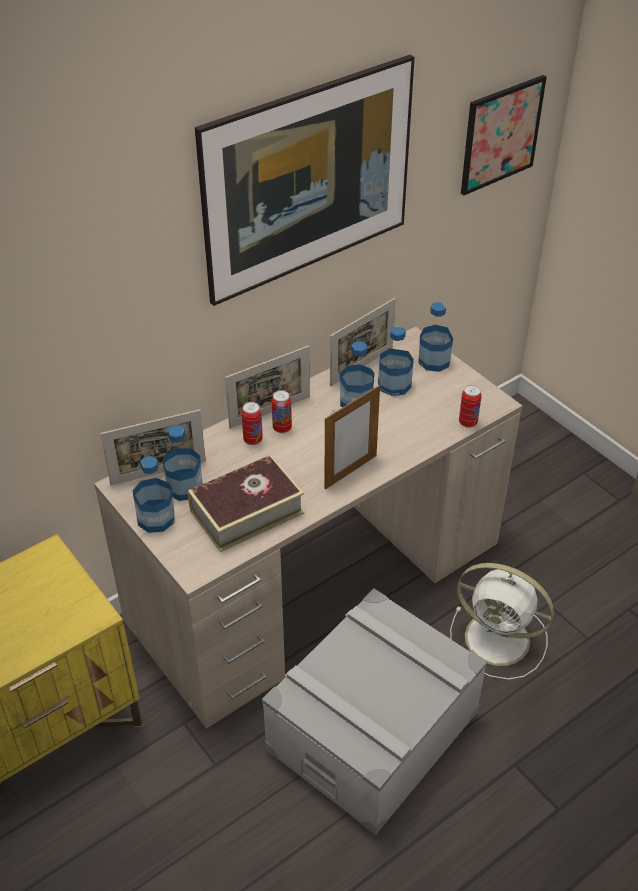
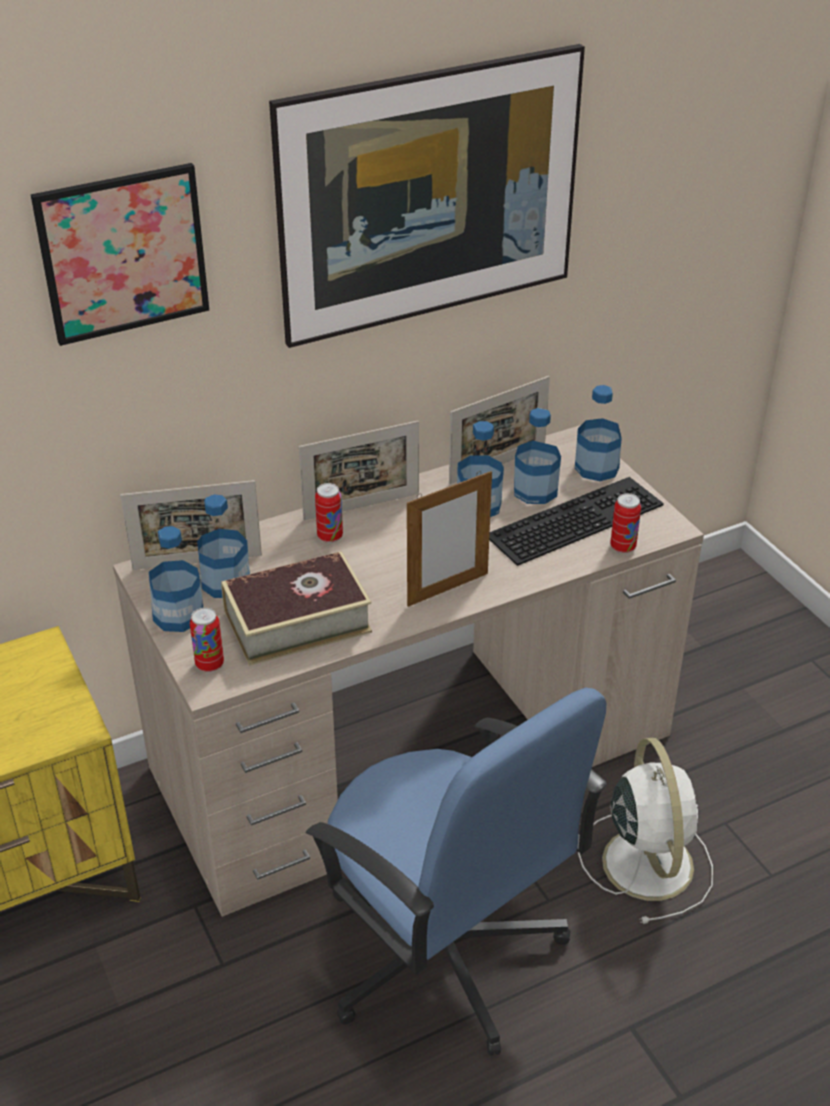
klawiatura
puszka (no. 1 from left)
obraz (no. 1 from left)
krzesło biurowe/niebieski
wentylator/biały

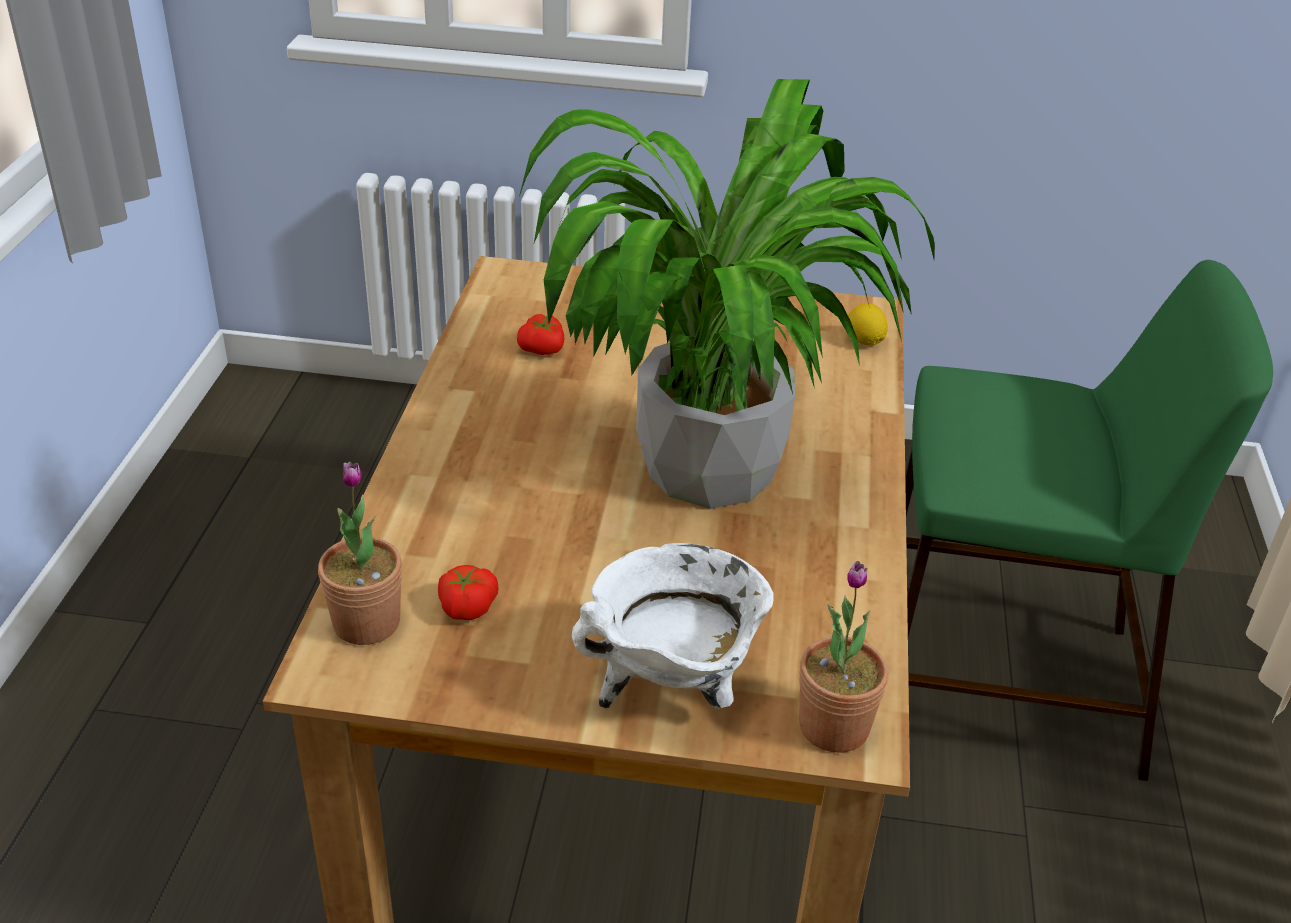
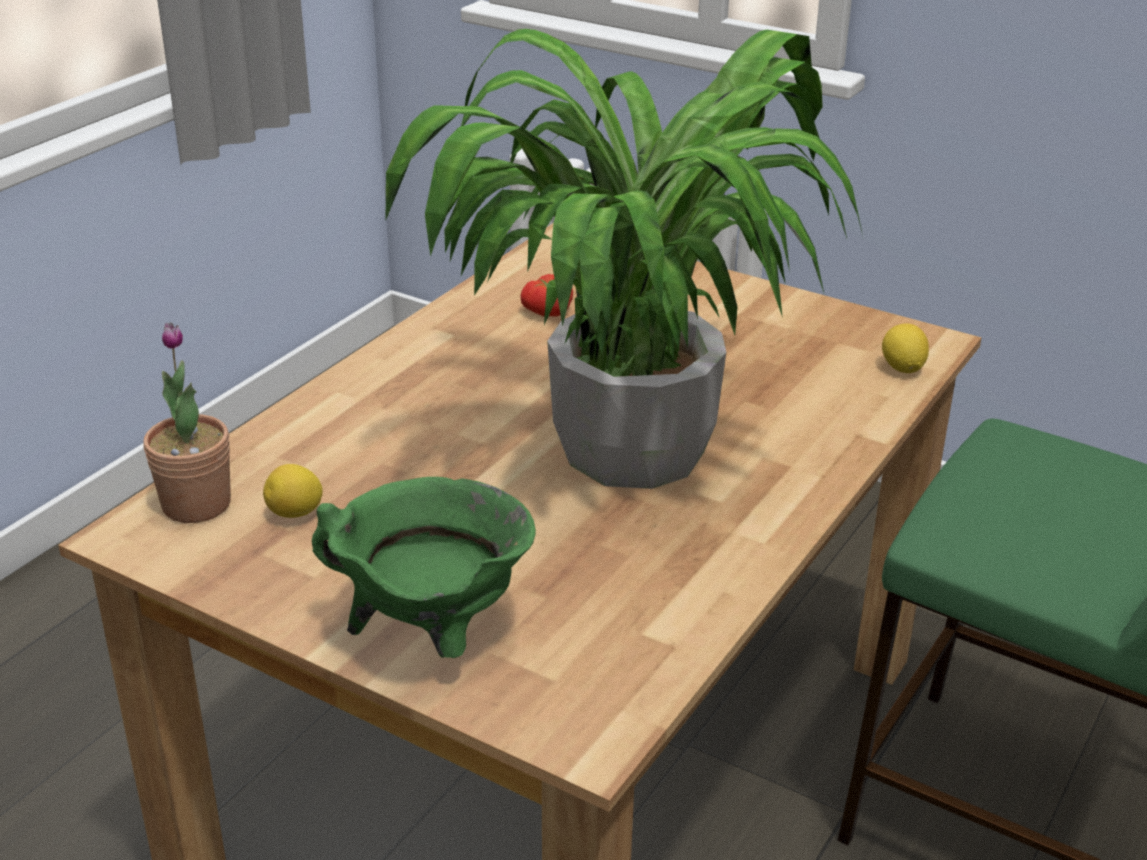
roślina doniczkowa (no. 3 from left in the first image)
cytryna (no. 1 from left)
garnek/zielony

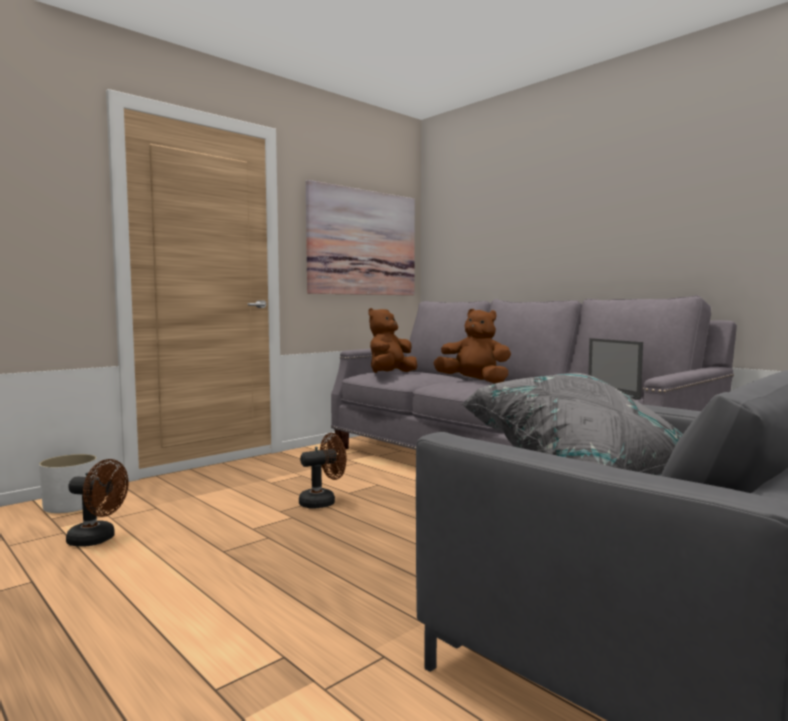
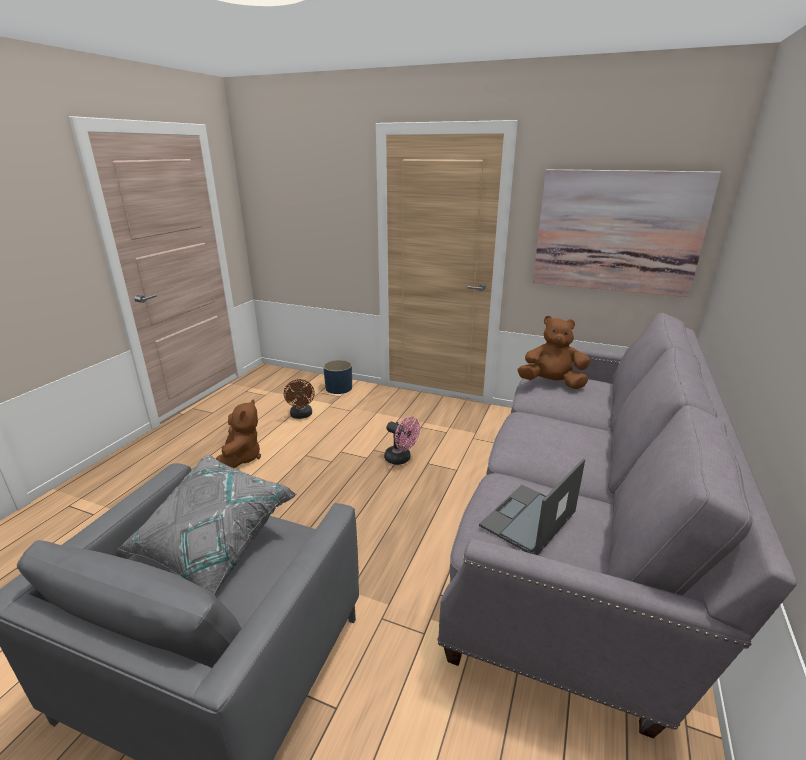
pluszak/brązowy (no. 1 from left)
donica/niebieski
wentylator/różowy

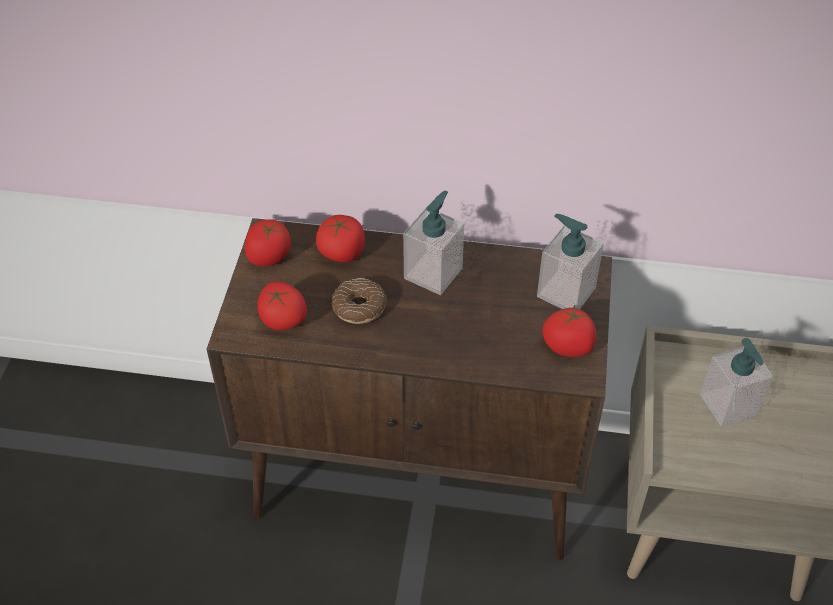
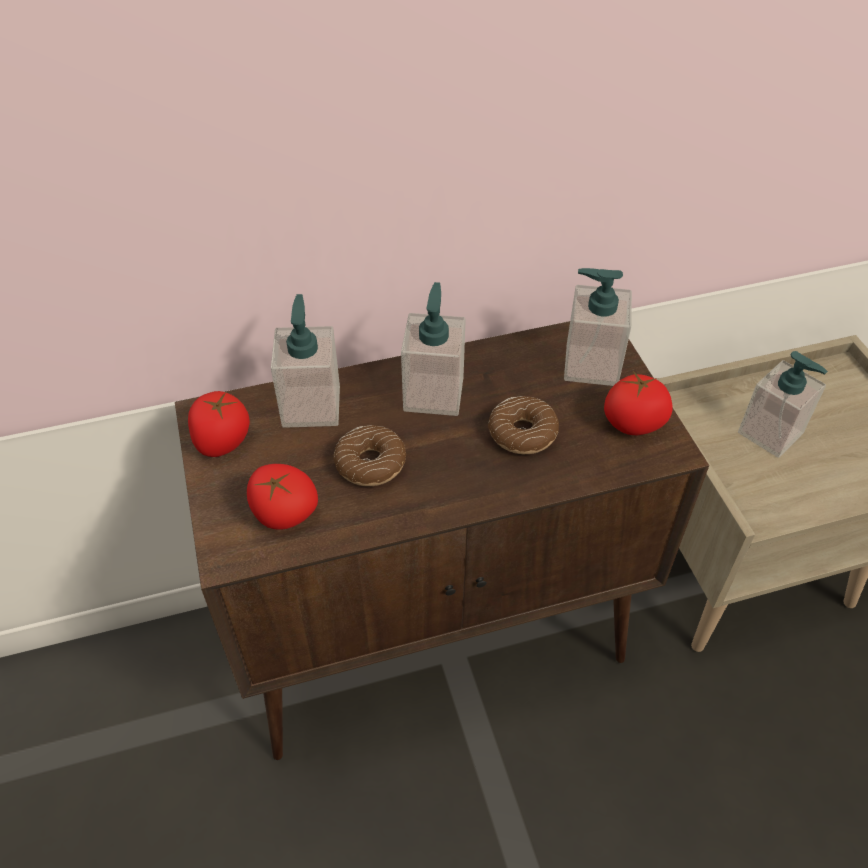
donut (no. 2 from left)
dozownik mydła (no. 1 from left)

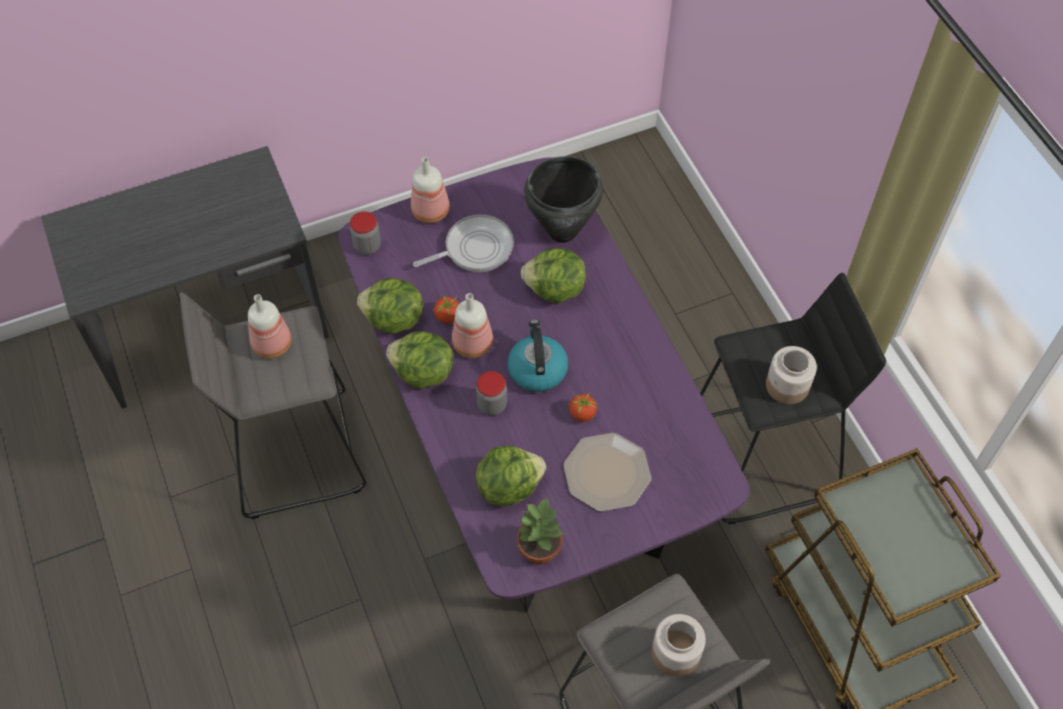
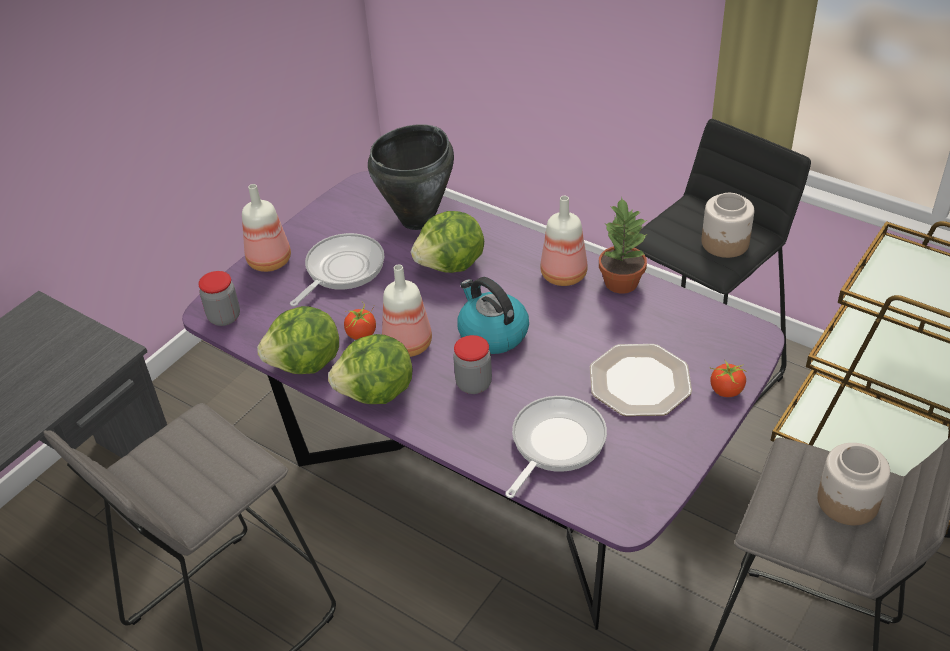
butelka (no. 3 from left)
roślina doniczkowa
pomidor (no. 2 from left)
patelnia (no. 2 from left)

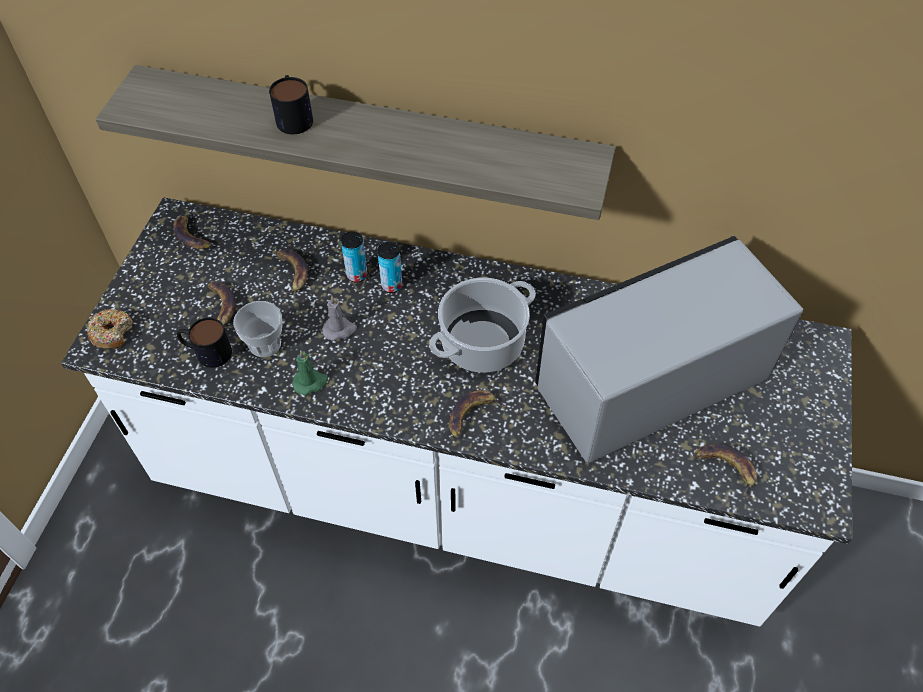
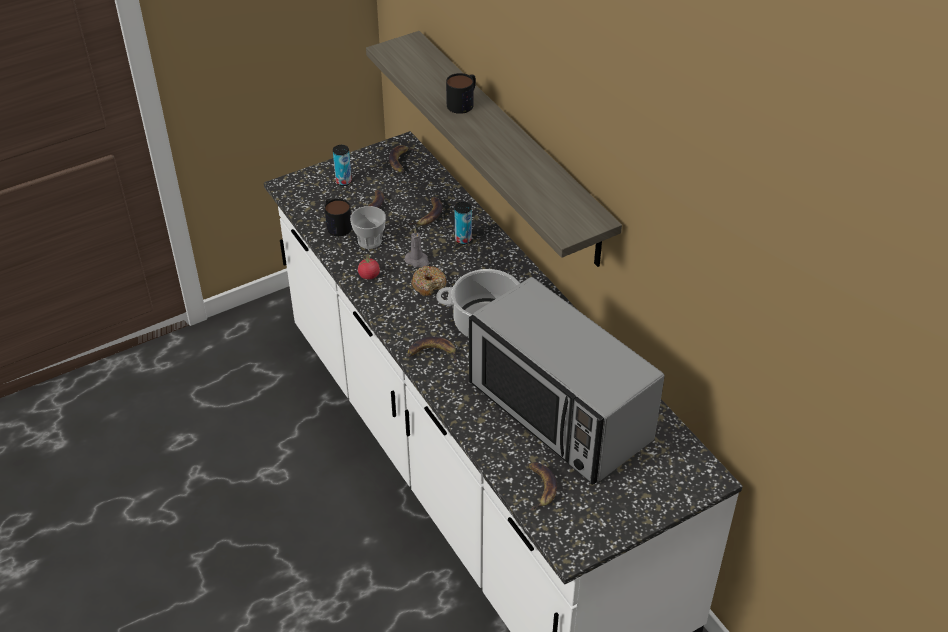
donut
puszka (no. 1 from left)
pomidor
mikrofalówka

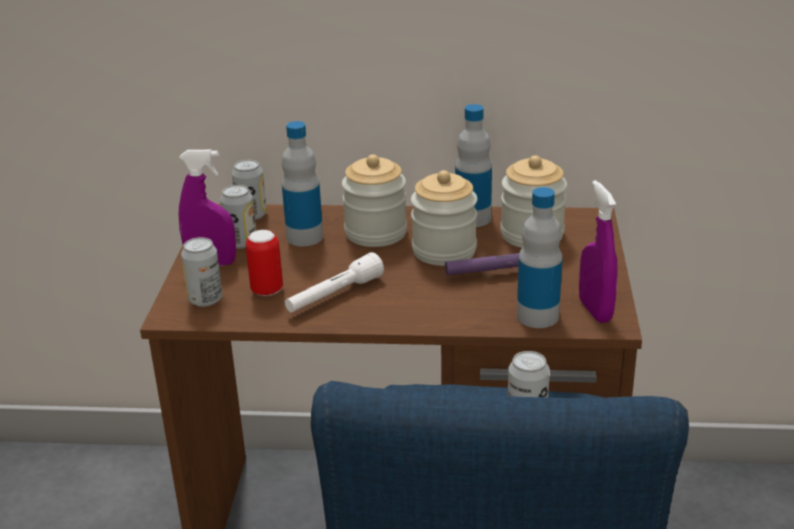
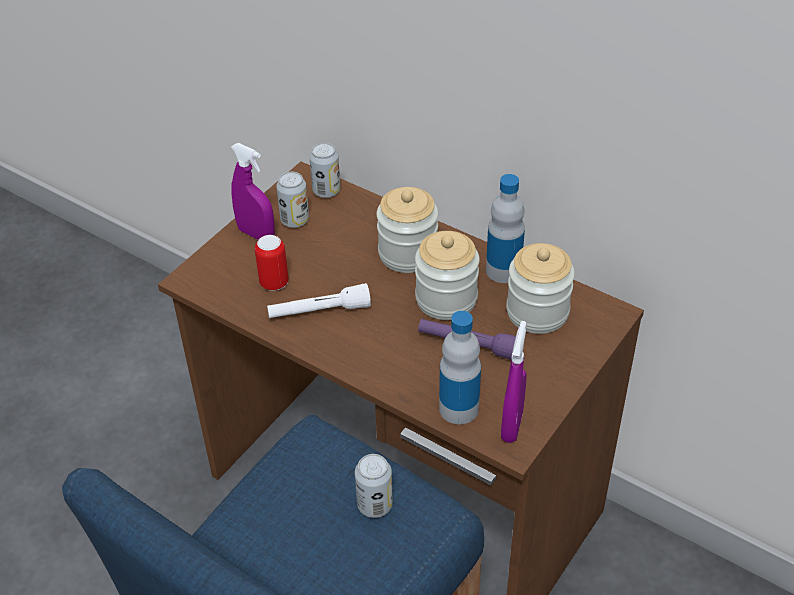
puszka (no. 1 from left in the first image)
butelka (no. 1 from left in the first image)

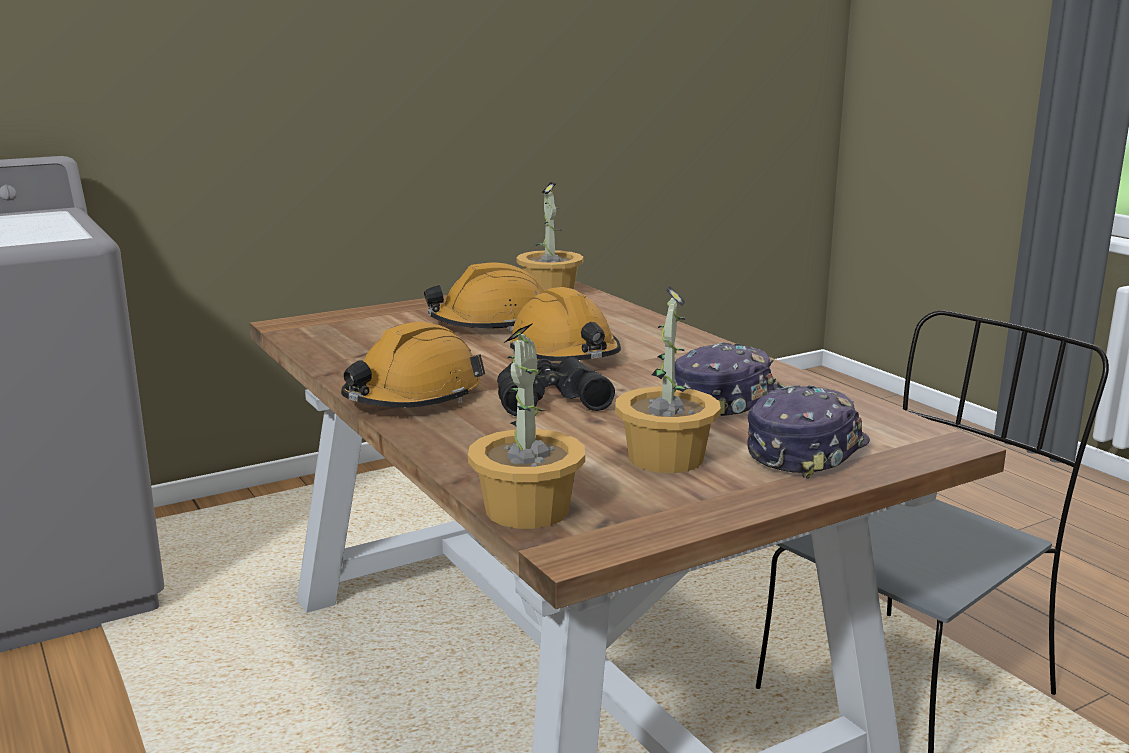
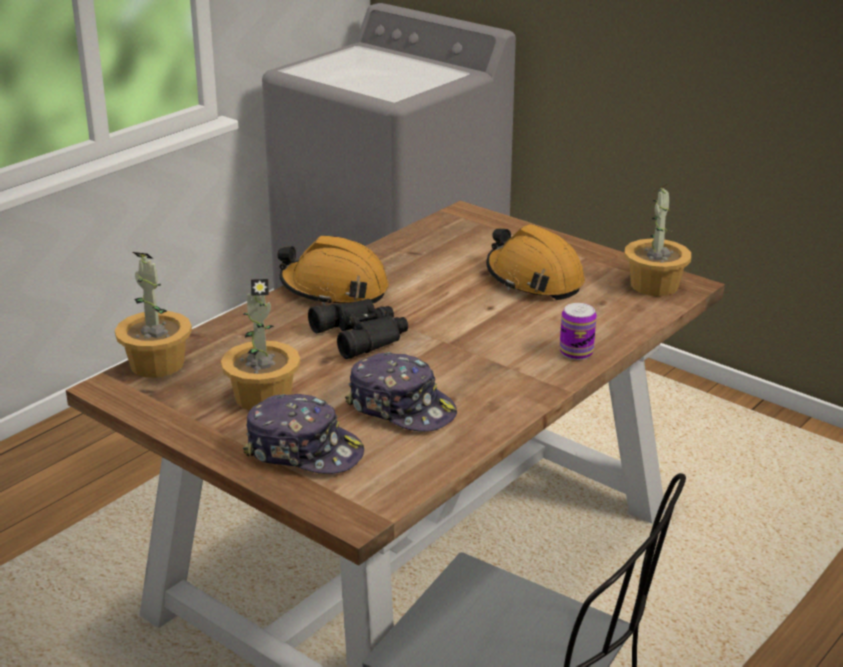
kask/pomarańczowy (no. 3 from left in the first image)
puszka

